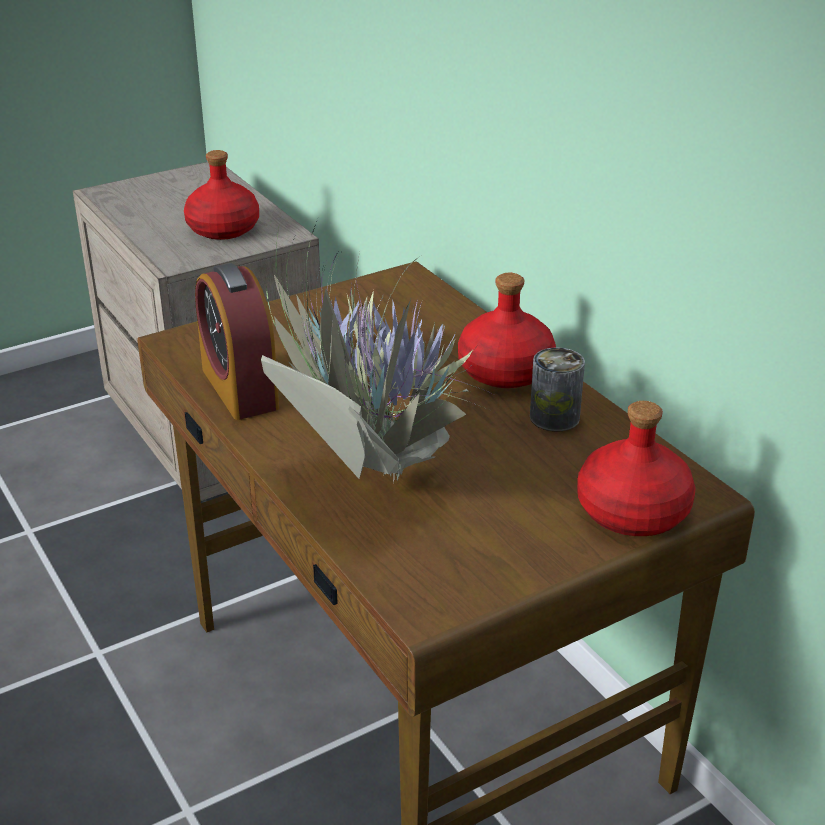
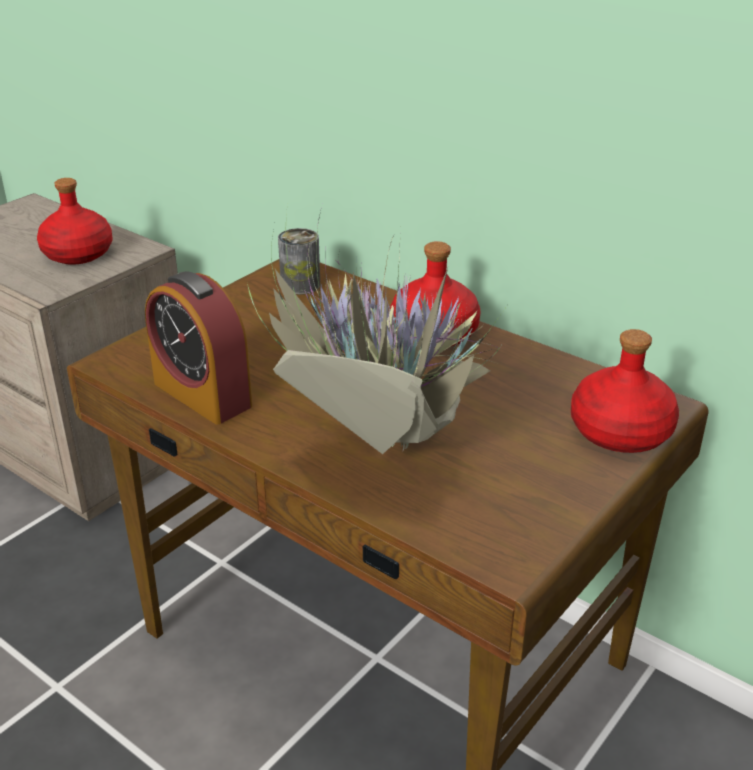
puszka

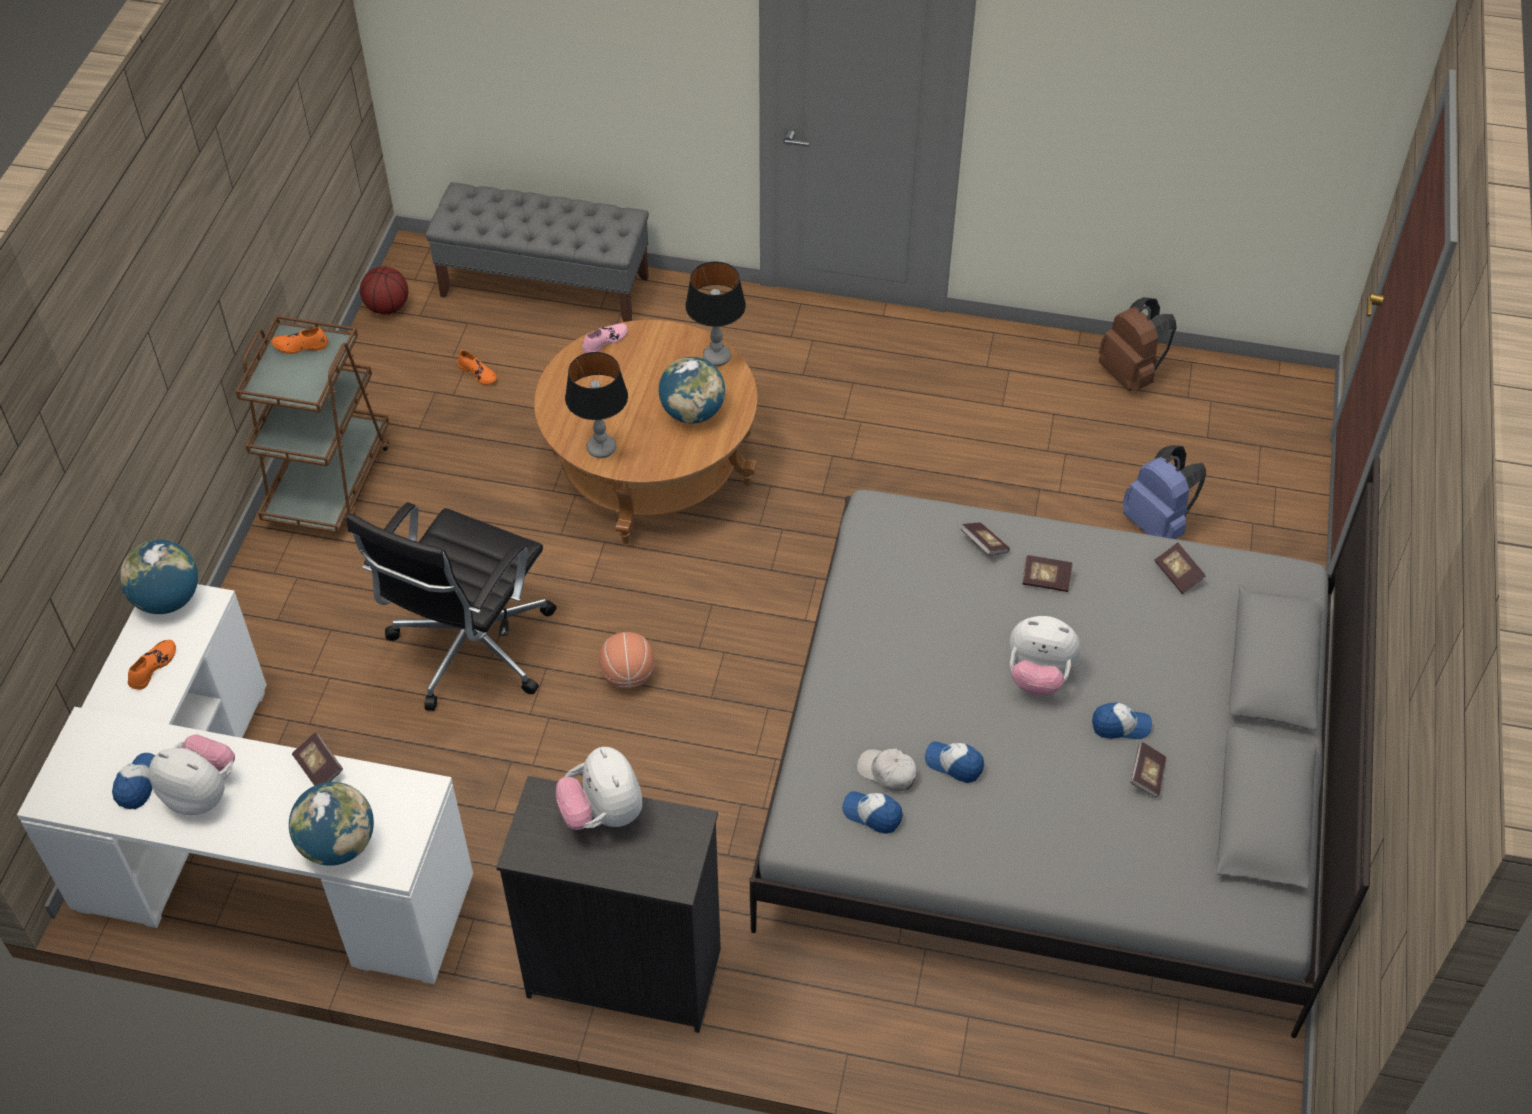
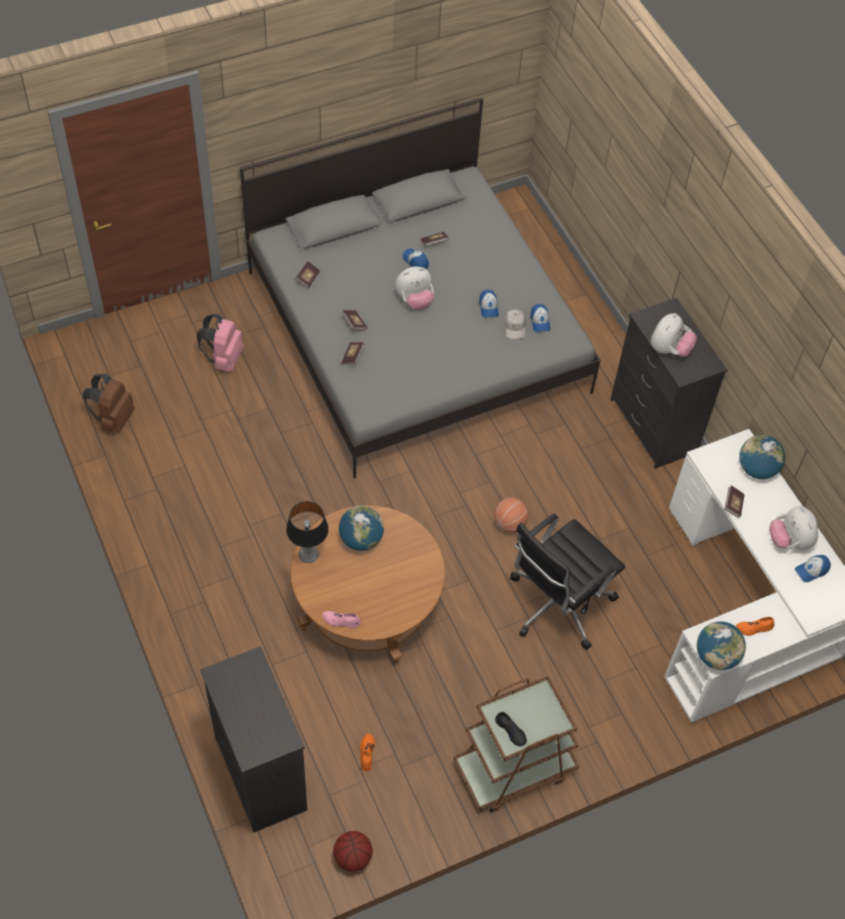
lampa stołowa (no. 1 from left in the first image)
komoda/czarny (no. 1 from left)
but/czarny
plecak/różowy
krzesło biurowe/czarny
pluszak (no. 1 from left)

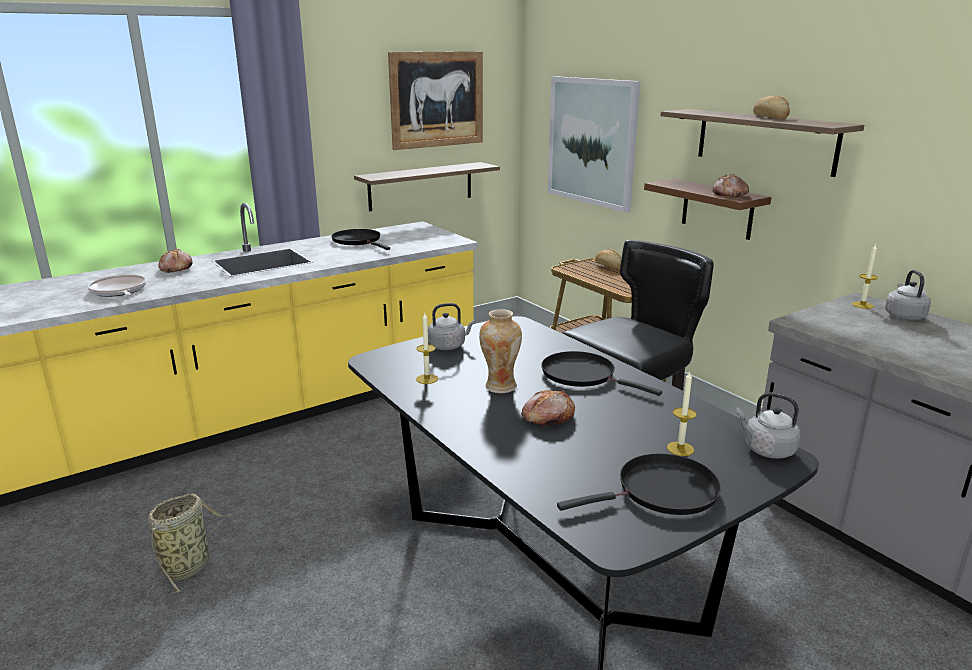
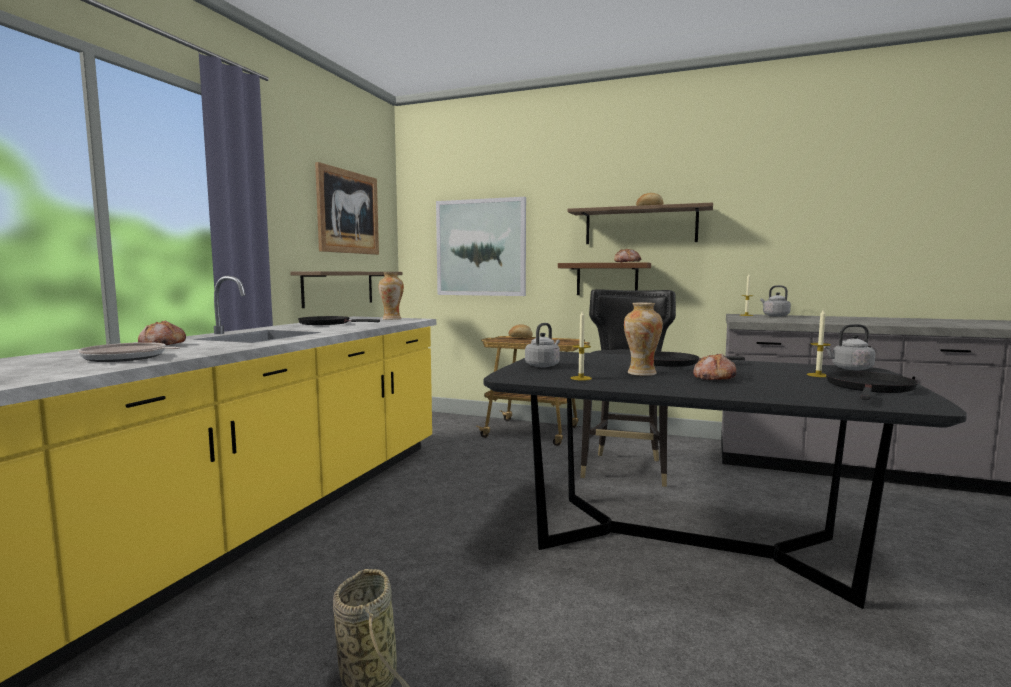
wazon (no. 1 from left)

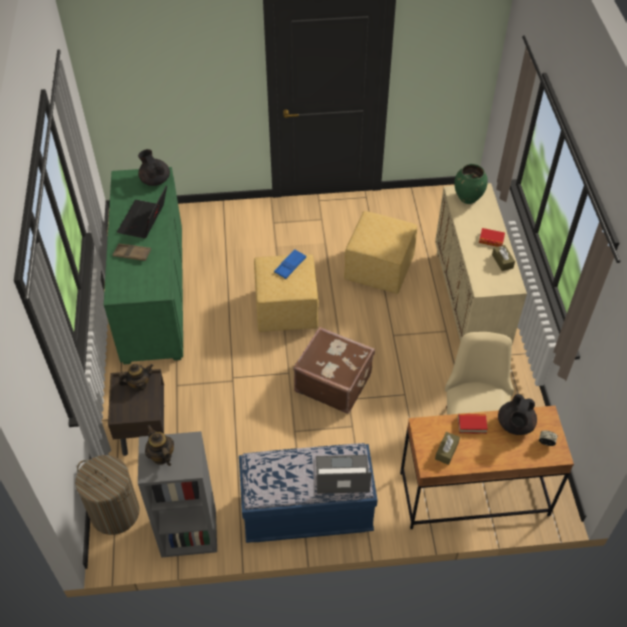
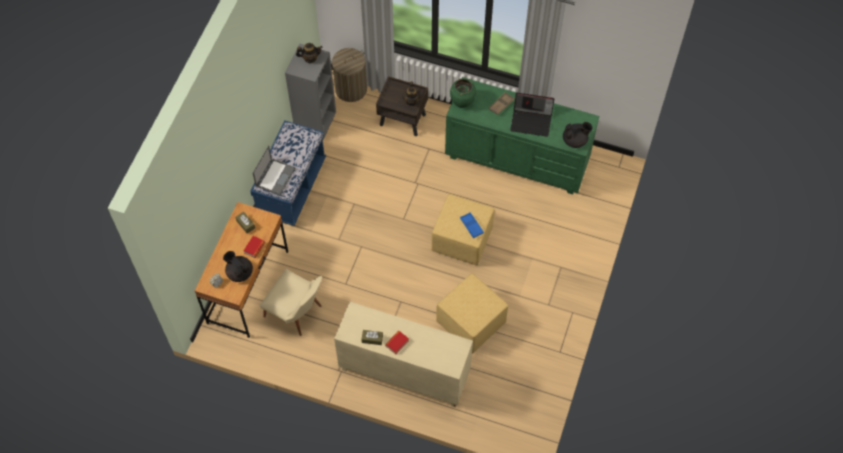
walizka/brązowy
wazon/zielony
laptop (no. 2 from left)

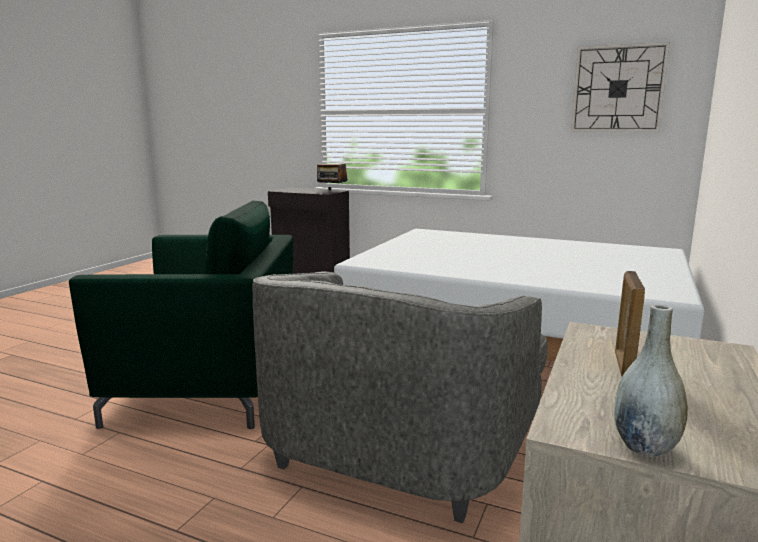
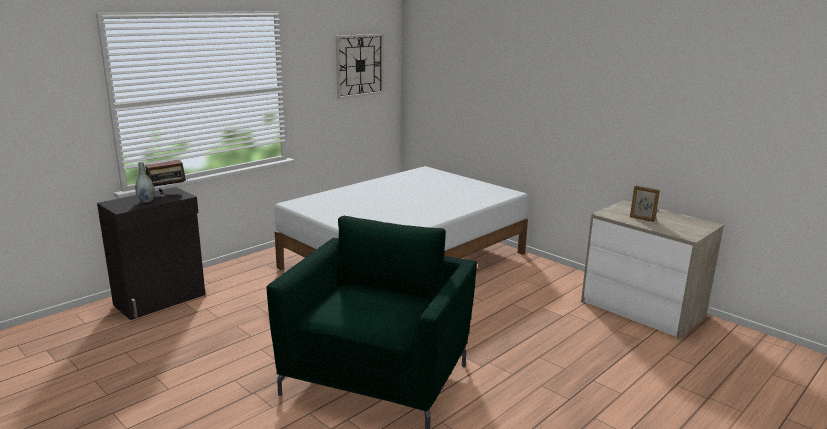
fotel/szary
wazon/szary

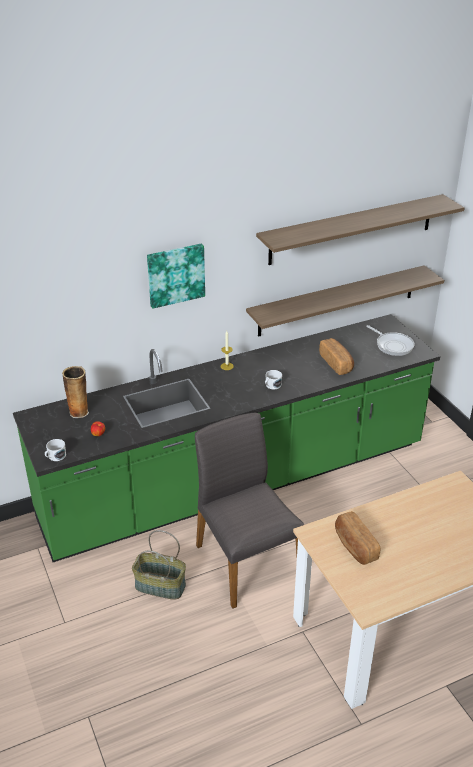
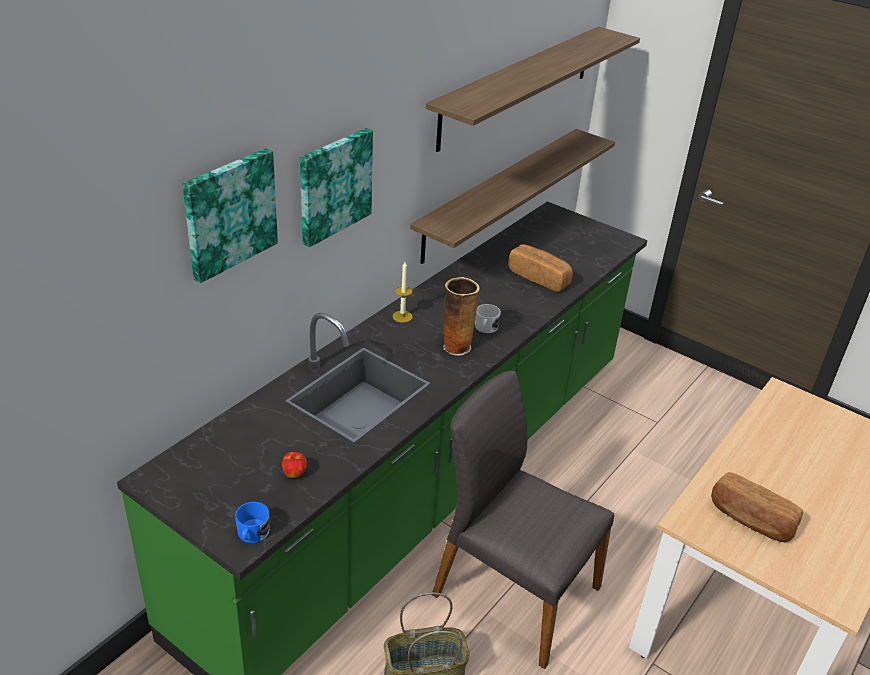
patelnia
obraz (no. 1 from left)
wazon
kubek/niebieski

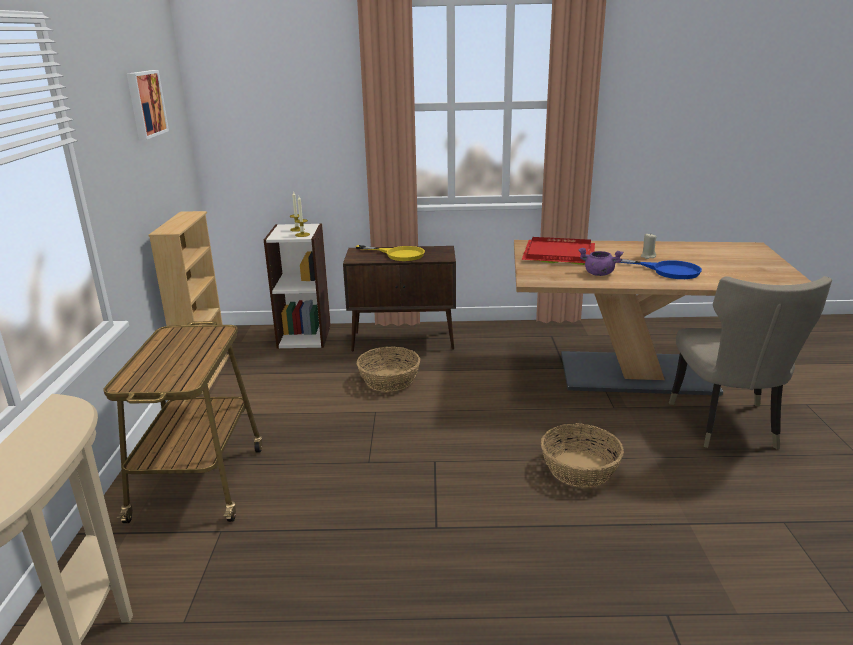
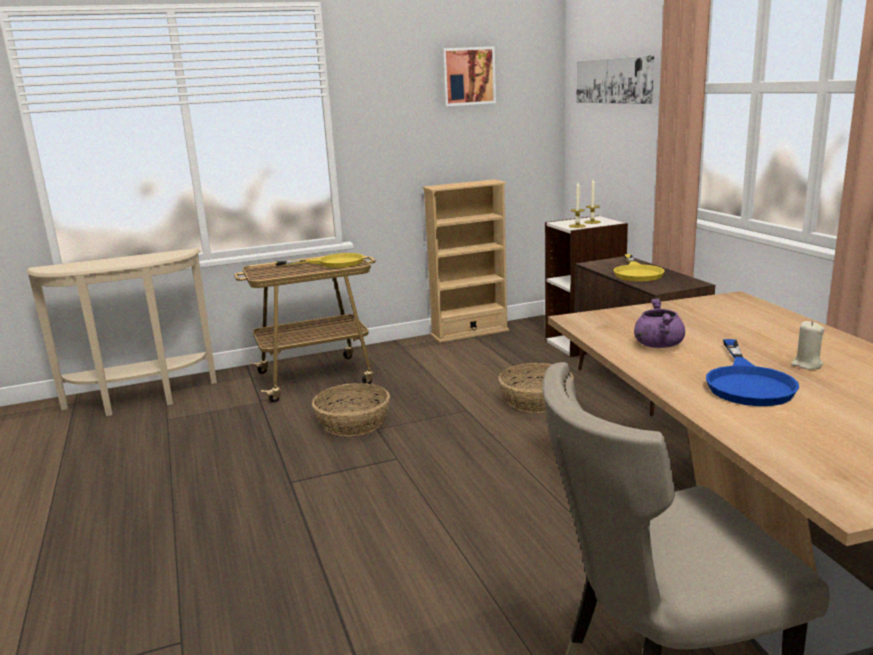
taca/czerwony
patelnia/żółty (no. 1 from left)
obraz (no. 2 from left)
koszyk (no. 1 from left)

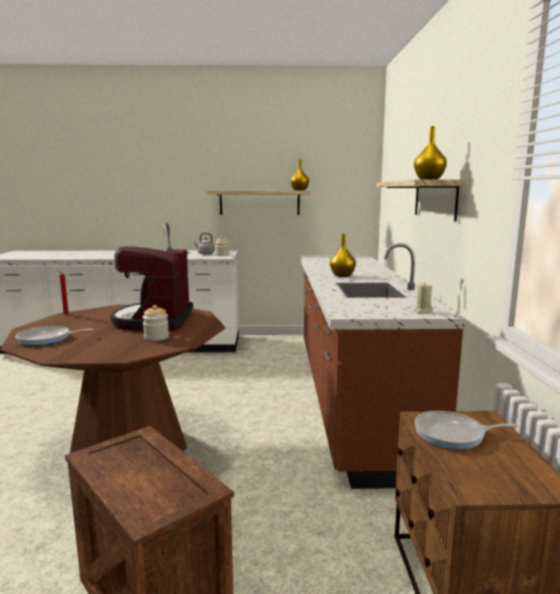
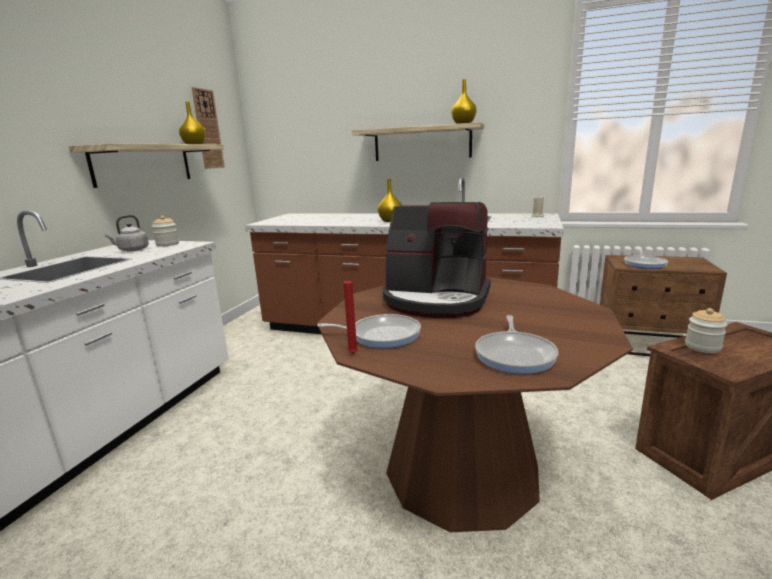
zegar ścienny
patelnia (no. 1 from left)
słoik (no. 2 from left)

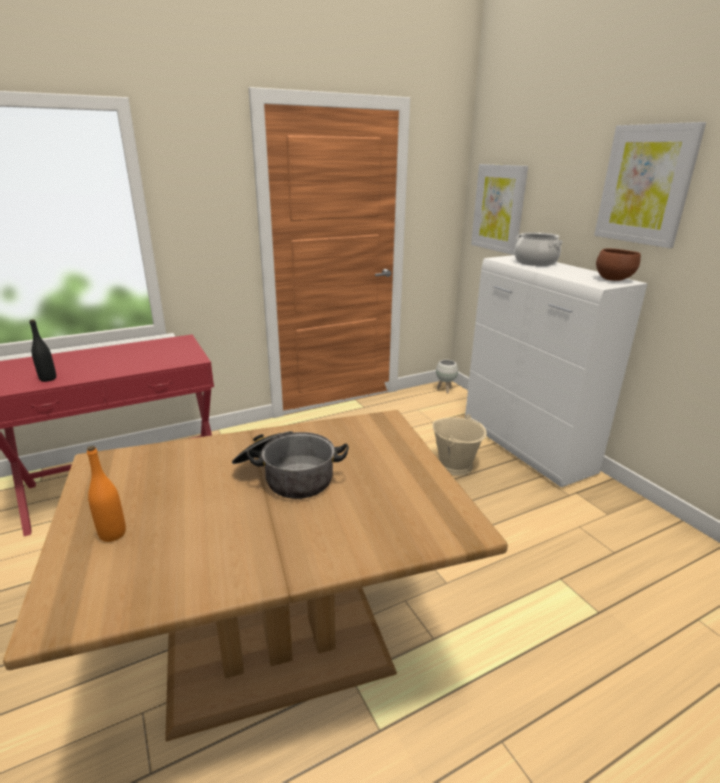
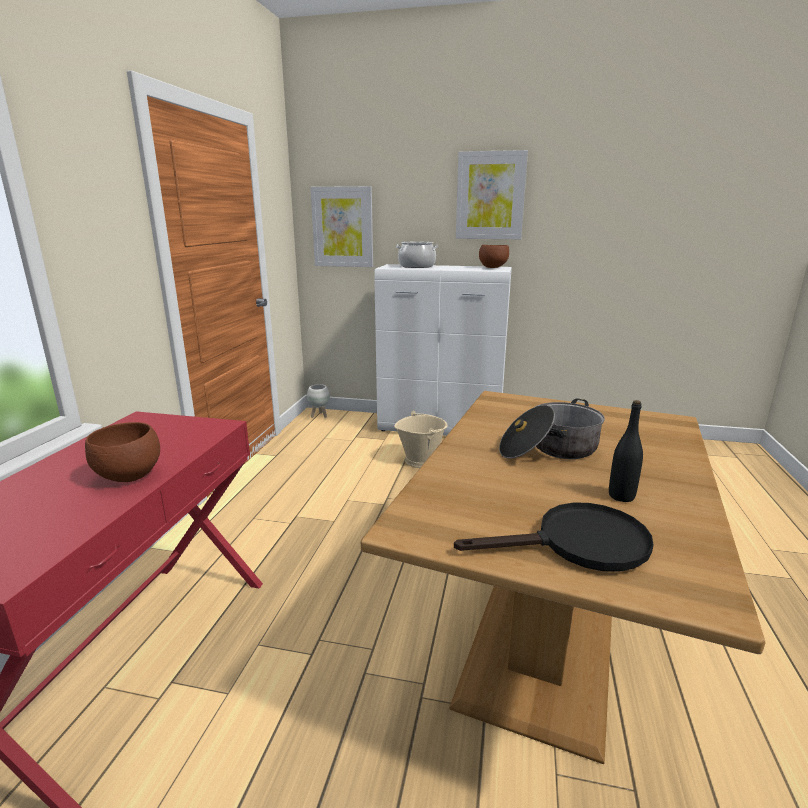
miska/brązowy (no. 1 from left)
butelka/czarny
patelnia/czarny

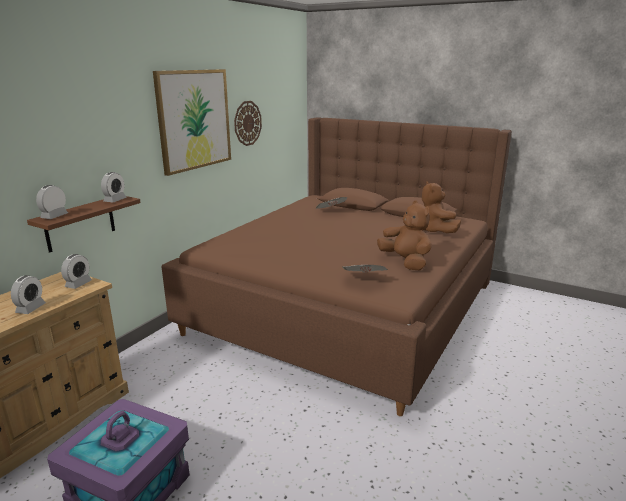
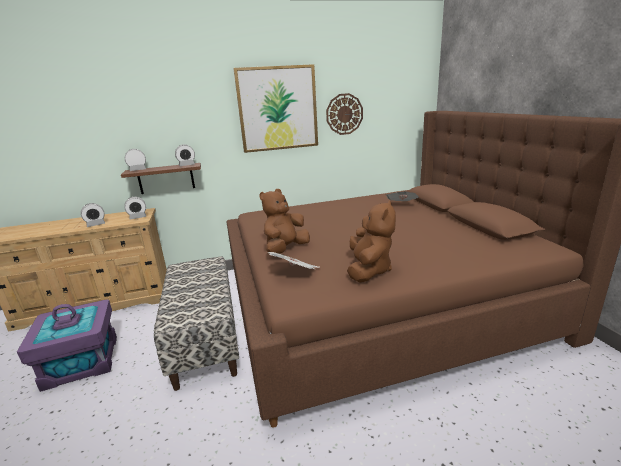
ławka
pluszak/brązowy (no. 1 from left)

